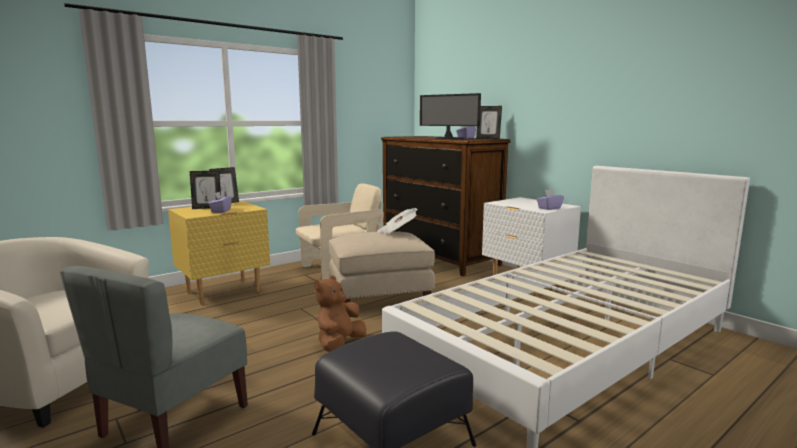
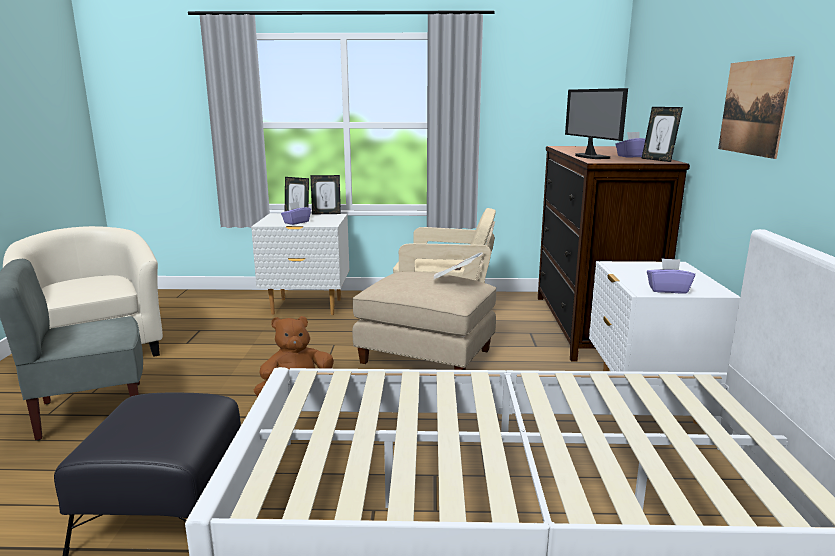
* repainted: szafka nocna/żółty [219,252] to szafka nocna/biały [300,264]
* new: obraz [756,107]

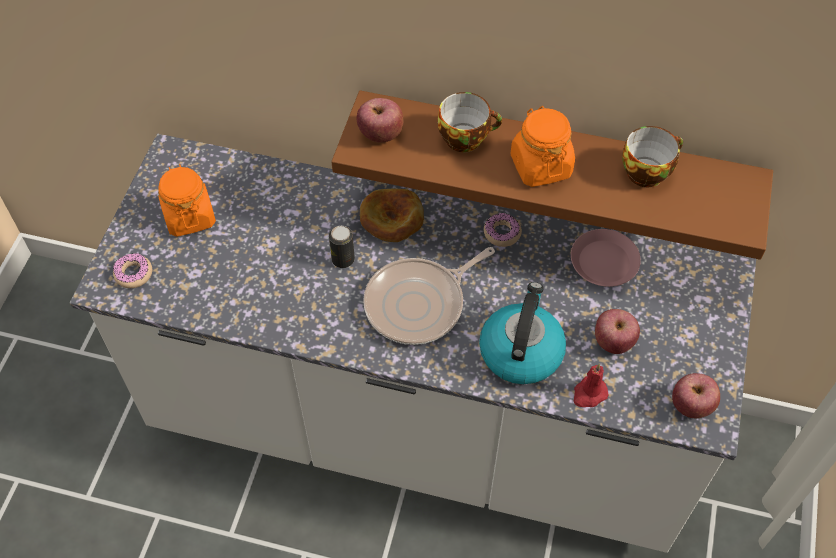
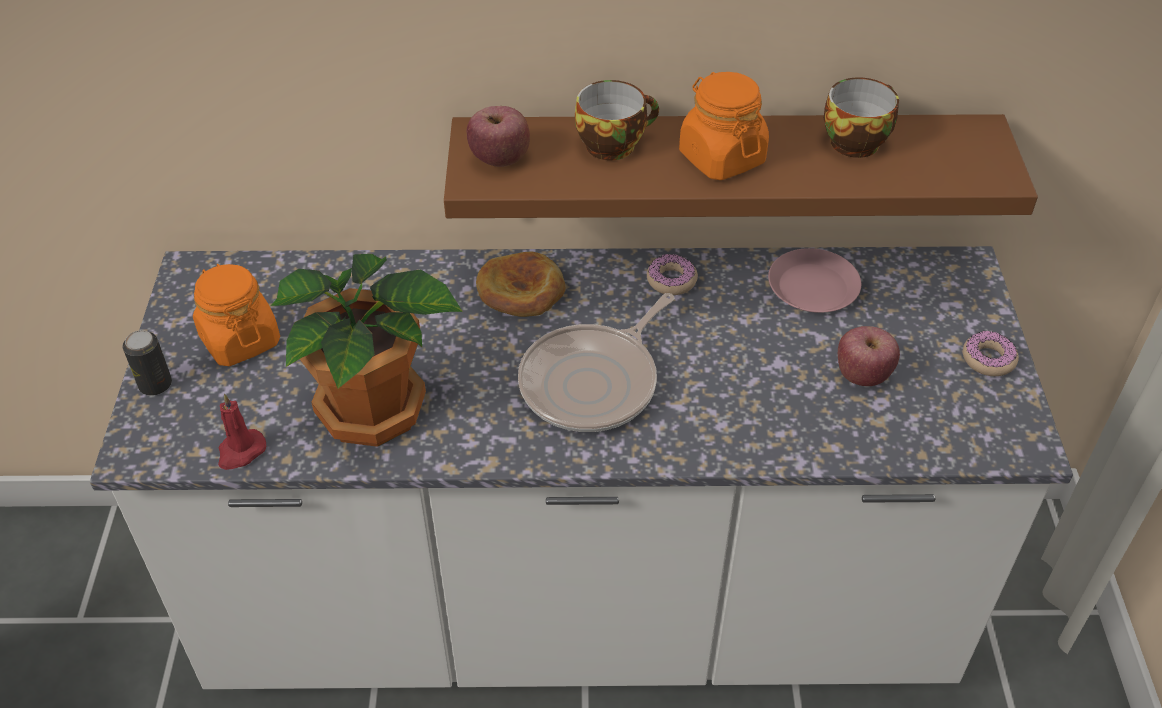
* shifted: puszka [342,247] to [147,362]
* shifted: świeca/czerwony [591,385] to [242,432]
* new: roślina doniczkowa [367,350]
* shifted: donut [132,270] to [991,353]
* gone: czajnik [522,333]
* gone: jabłko [696,395]

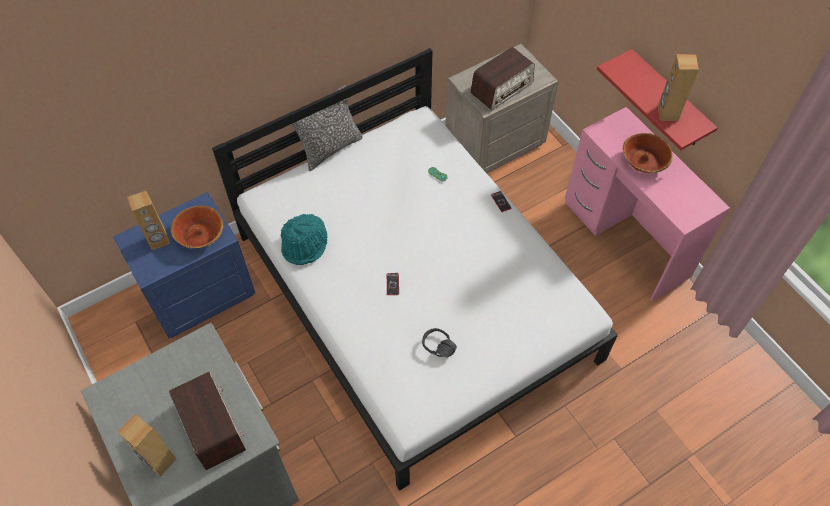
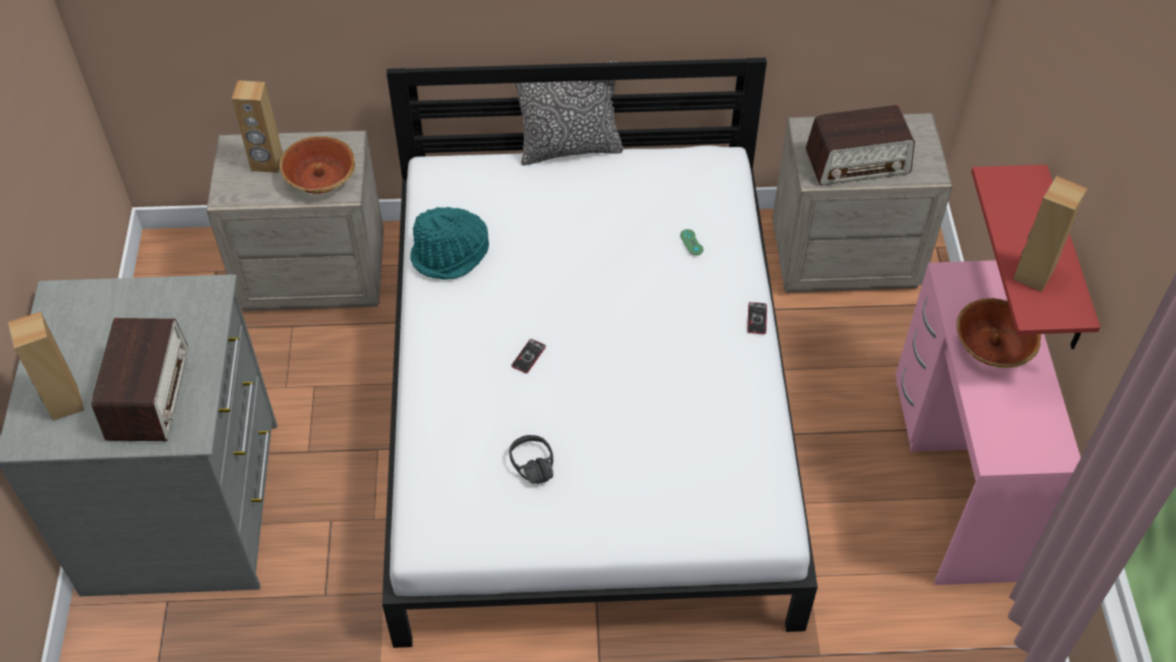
* repainted: szafka nocna/niebieski [184,265] to szafka nocna/beżowy [295,221]

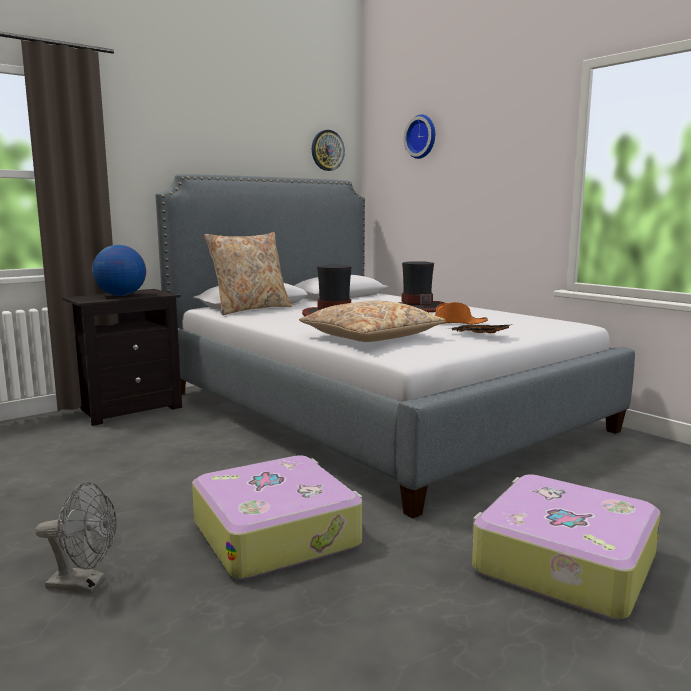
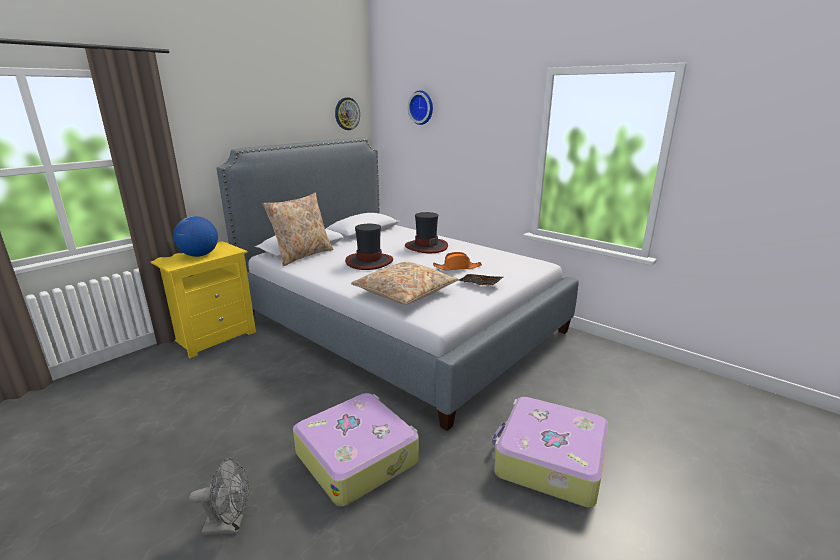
* repainted: szafka nocna/czarny [122,357] to szafka nocna/żółty [203,299]

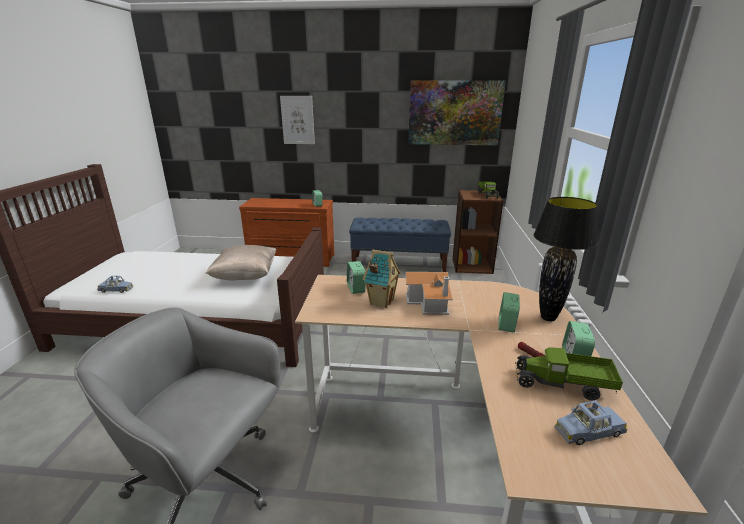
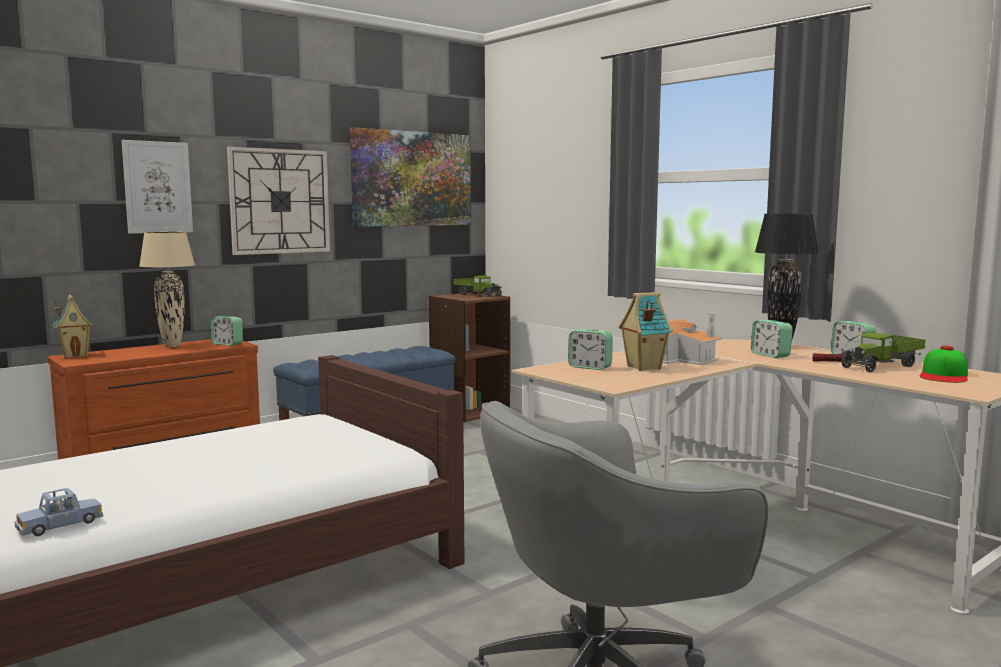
* new: domek [73,326]
* new: lampa stołowa/beżowy [167,290]
* new: zegar ścienny [278,201]
* swapped: samochodzik/niebieski [591,422] to czapka z daszkiem [944,364]
* gone: poduszka/beżowy [241,263]

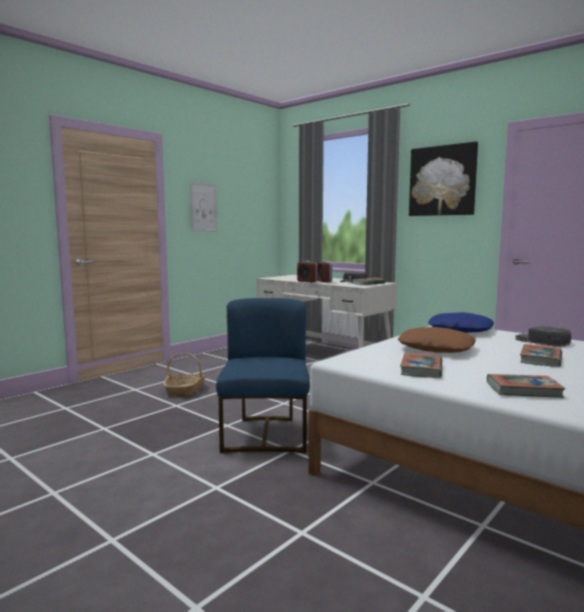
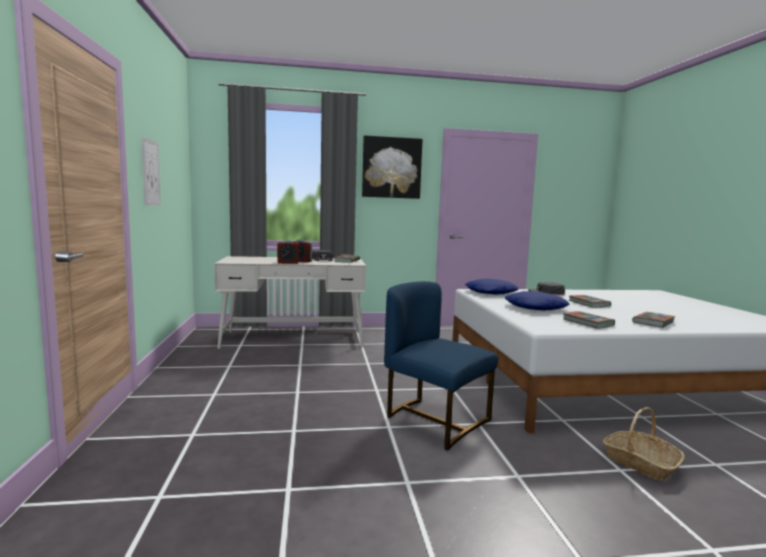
* repainted: poduszka/brązowy [437,340] to poduszka/niebieski [537,300]
* shifted: koszyk [185,375] to [644,444]

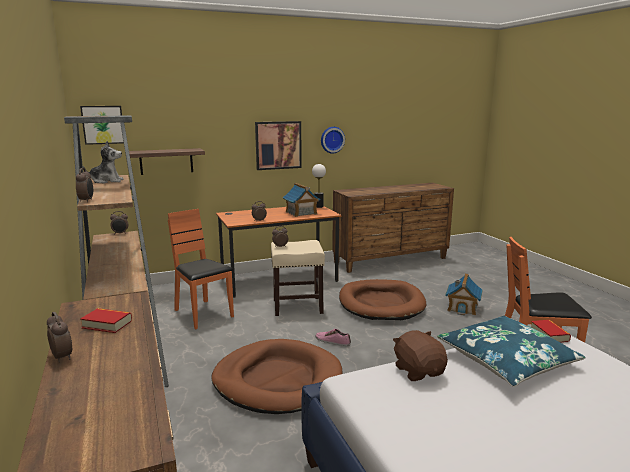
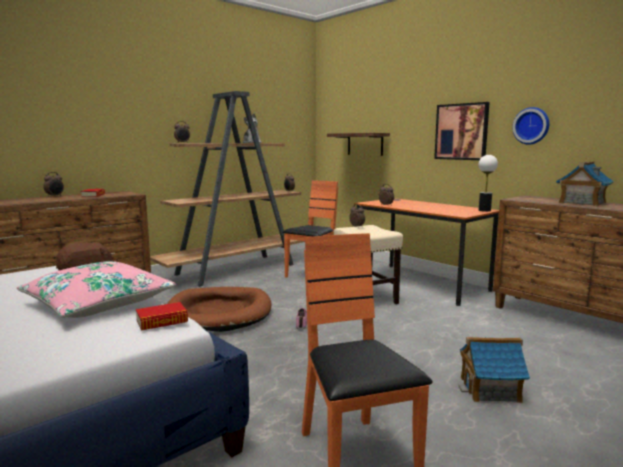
* repainted: poduszka/niebieski [511,351] to poduszka/różowy [96,289]
* shifted: domek [301,200] to [585,183]
* gone: obraz [102,125]
* gone: legowisko/brązowy [382,299]

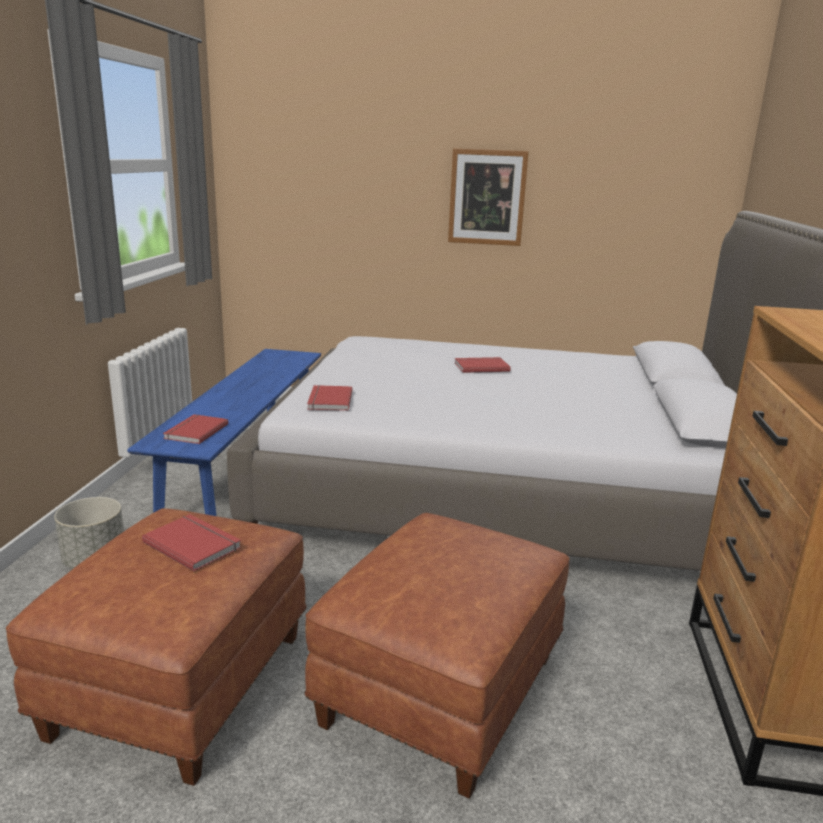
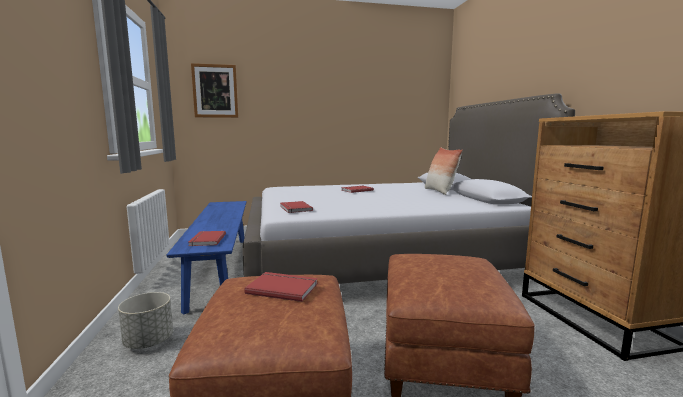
* shifted: obraz [488,197] to [214,90]
* new: poduszka [444,171]

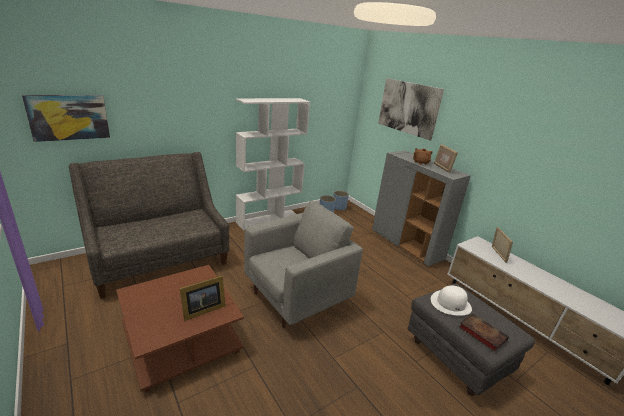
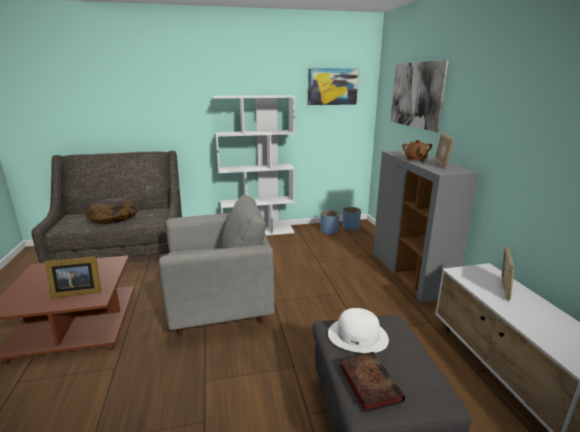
* new: poduszka [111,211]
* shifted: obraz [66,118] to [333,86]

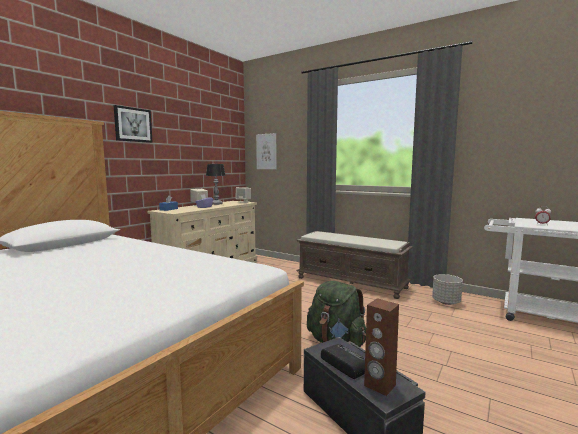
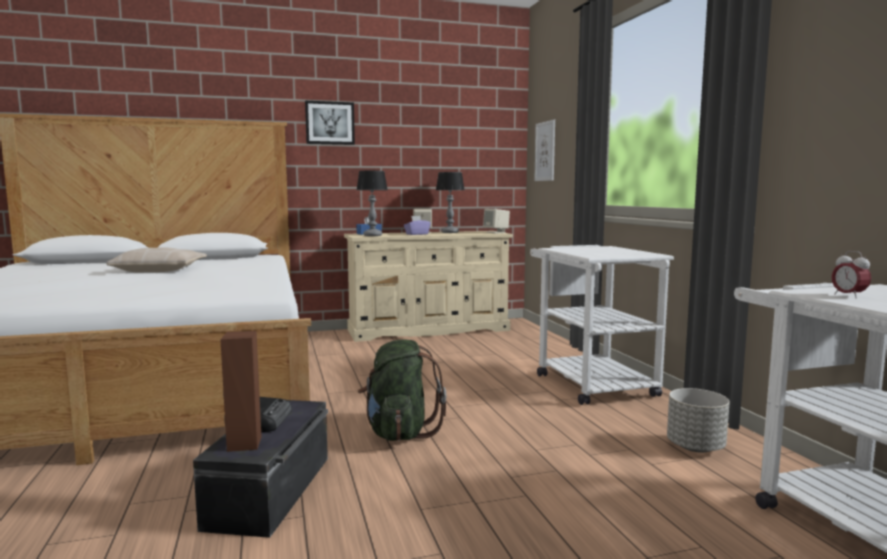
* new: poduszka/beżowy [156,260]
* new: lampa stołowa [372,203]
* swapped: ławka/brązowy [355,265] to wózek/biały [602,325]

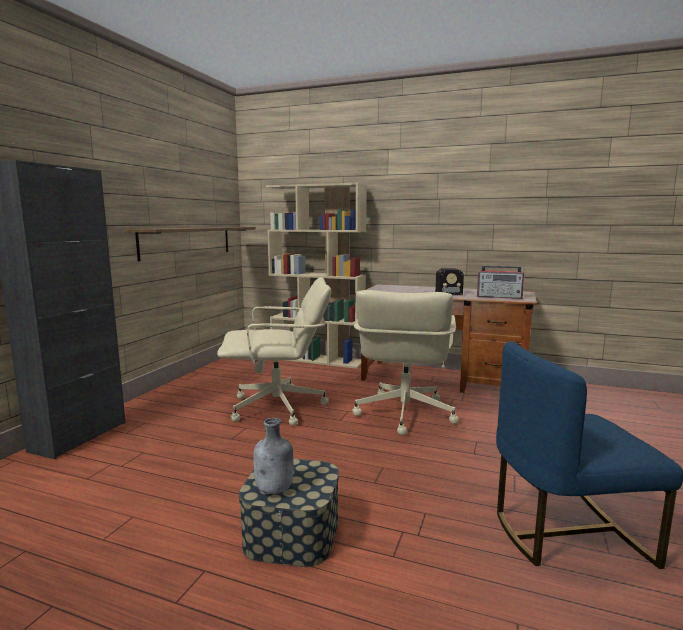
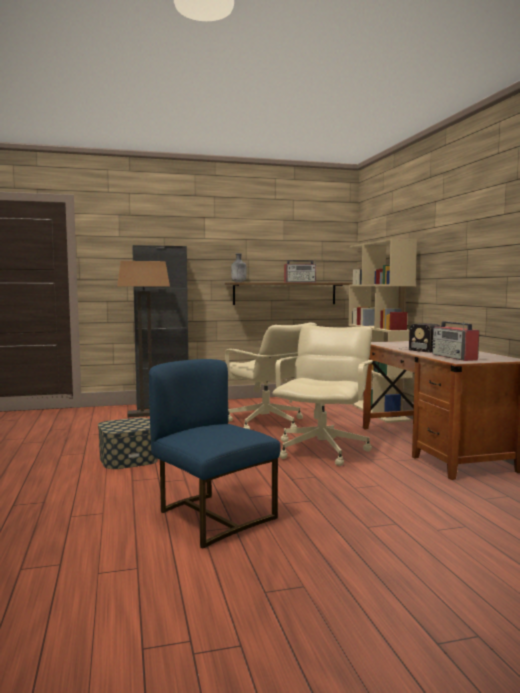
* new: lampa stojąca [143,339]
* shifted: butelka/szary [273,456] to [239,267]
* rotated: krzesło biurowe/beżowy [406,362] = [322,395] 135 degrees clockwise
* new: radio [300,271]

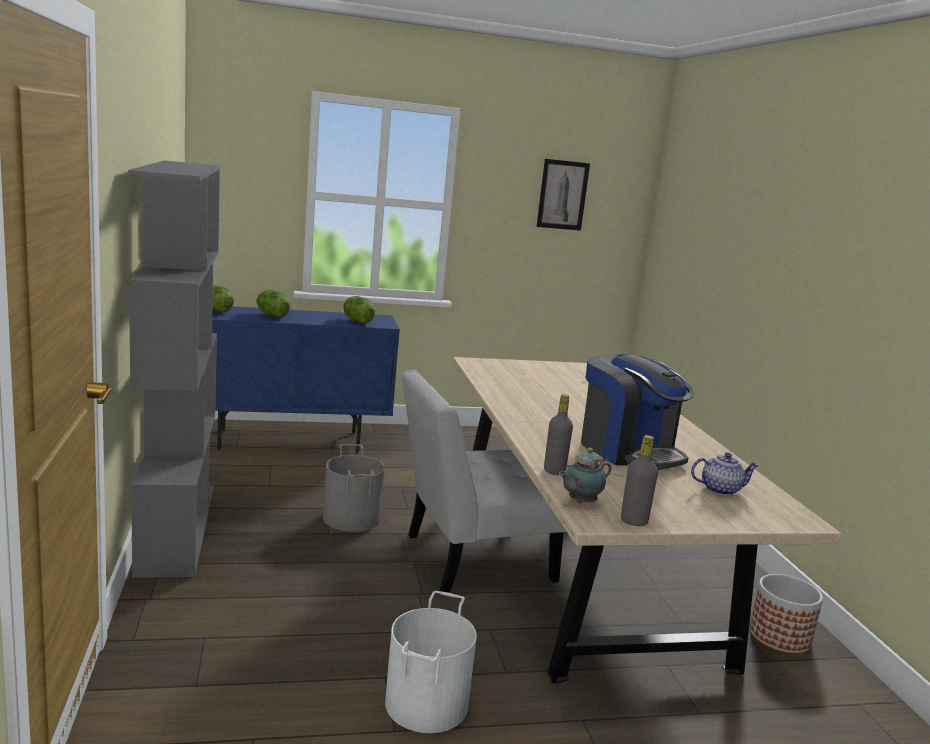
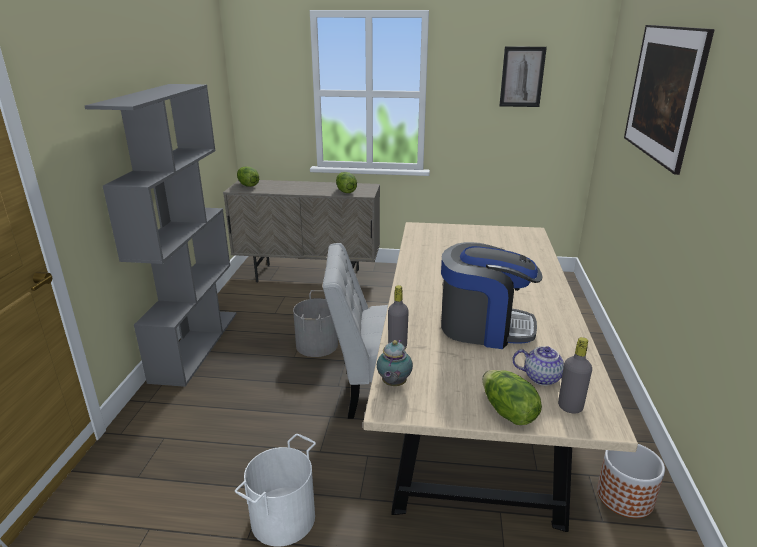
* repainted: szafka/niebieski [306,379] to szafka/beżowy [301,231]
* rotated: imbryk [585,475] = [395,363] 60 degrees counterclockwise
* rotated: ekspres do kawy [637,412] = [492,295] 60 degrees counterclockwise
* shifted: sałata [273,303] to [512,397]
* shifted: butelka/szary [639,480] to [575,375]
* new: obraz [669,100]

